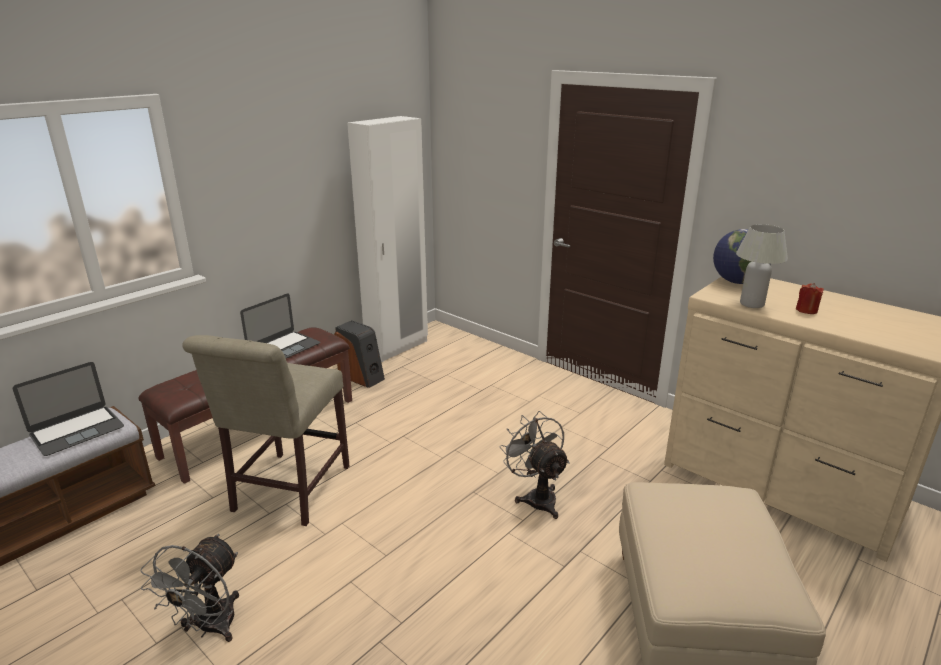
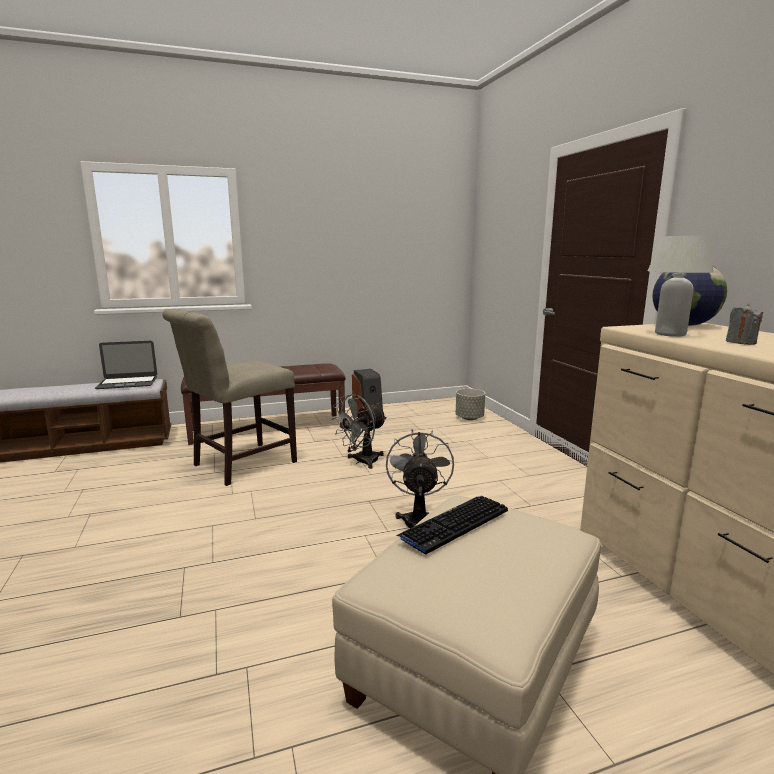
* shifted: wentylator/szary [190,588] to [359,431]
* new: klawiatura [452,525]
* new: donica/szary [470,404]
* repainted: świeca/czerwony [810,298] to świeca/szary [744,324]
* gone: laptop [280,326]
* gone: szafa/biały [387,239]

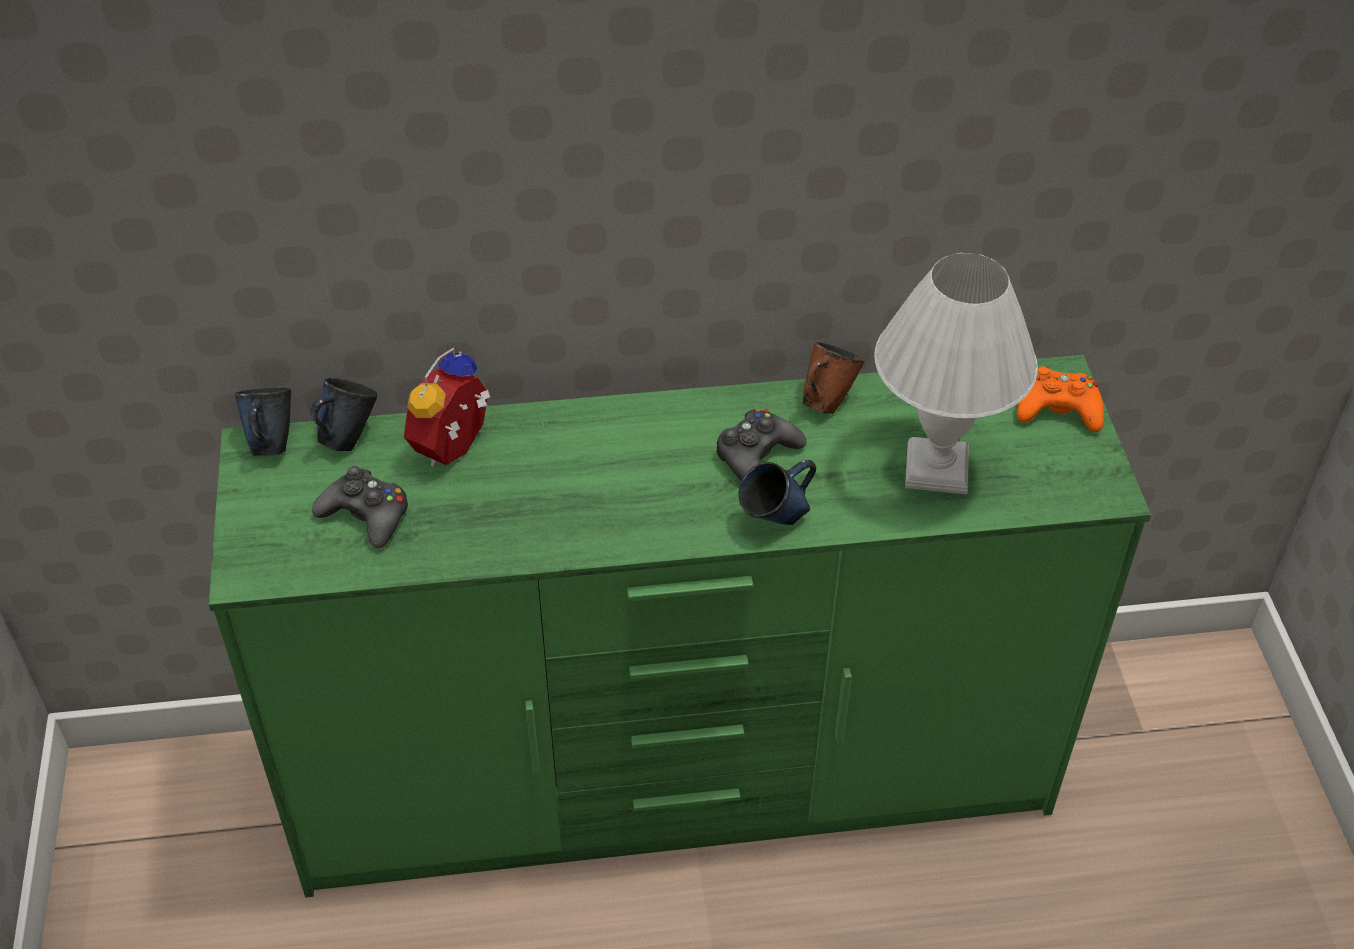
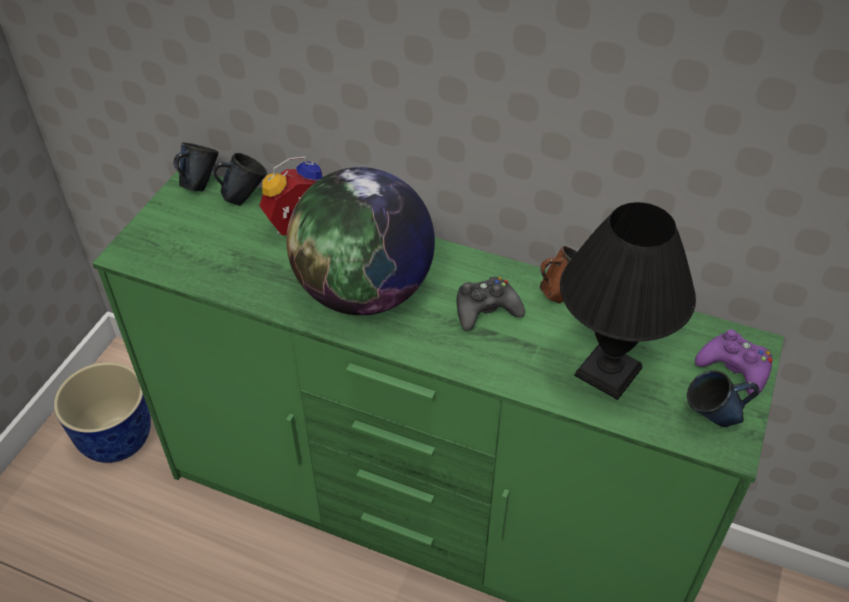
* new: donica [102,412]
* new: globus [361,241]
* repainted: lampa stołowa/biały [956,373] to lampa stołowa/czarny [628,301]
* shifted: kubek/niebieski [777,492] to [723,398]
* repainted: pad do gier/pomarańczowy [1060,399] to pad do gier/fioletowy [733,362]
* gone: pad do gier/czarny [360,507]

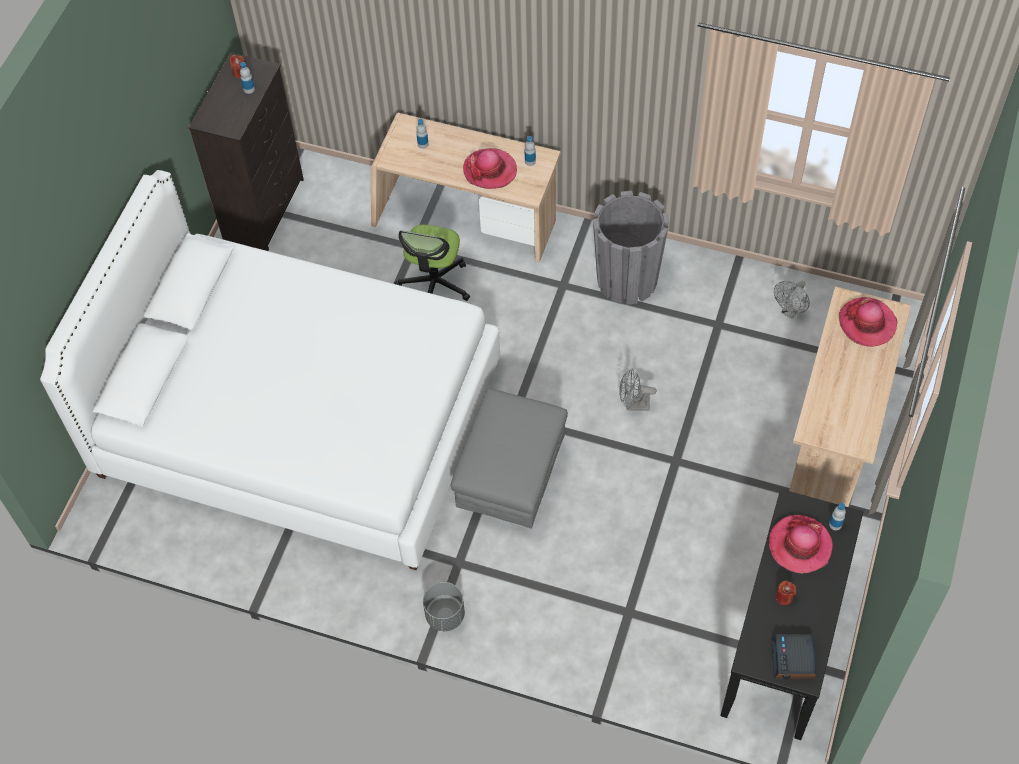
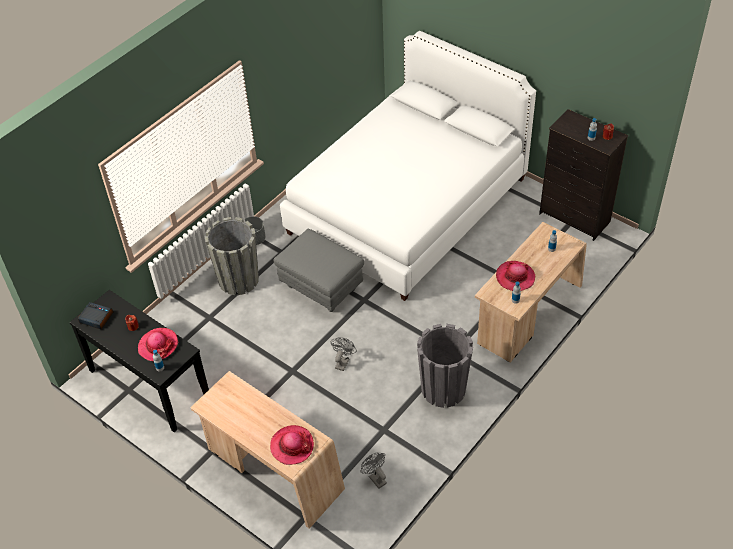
* new: donica/szary [232,256]
* gone: krzesło biurowe [432,262]

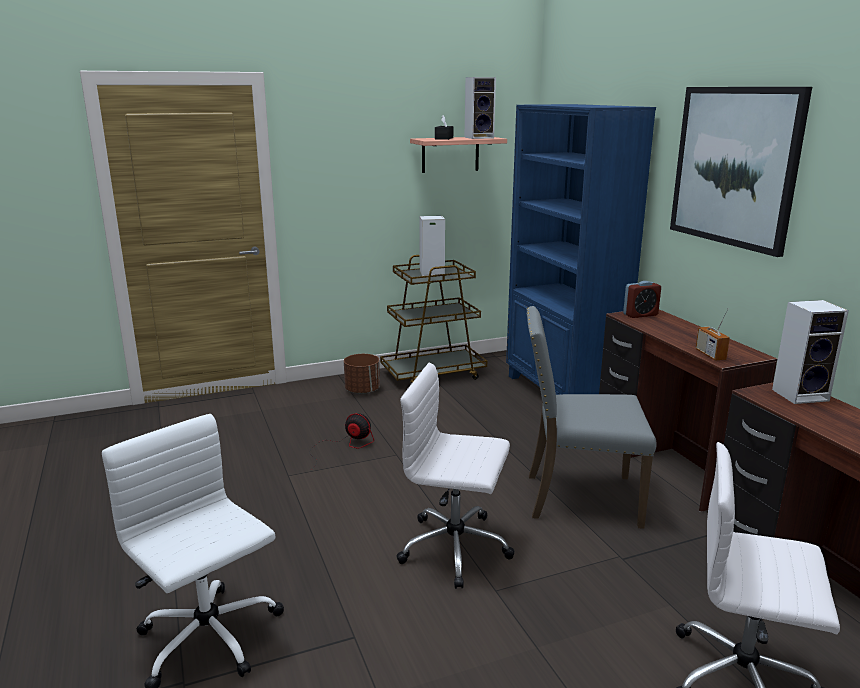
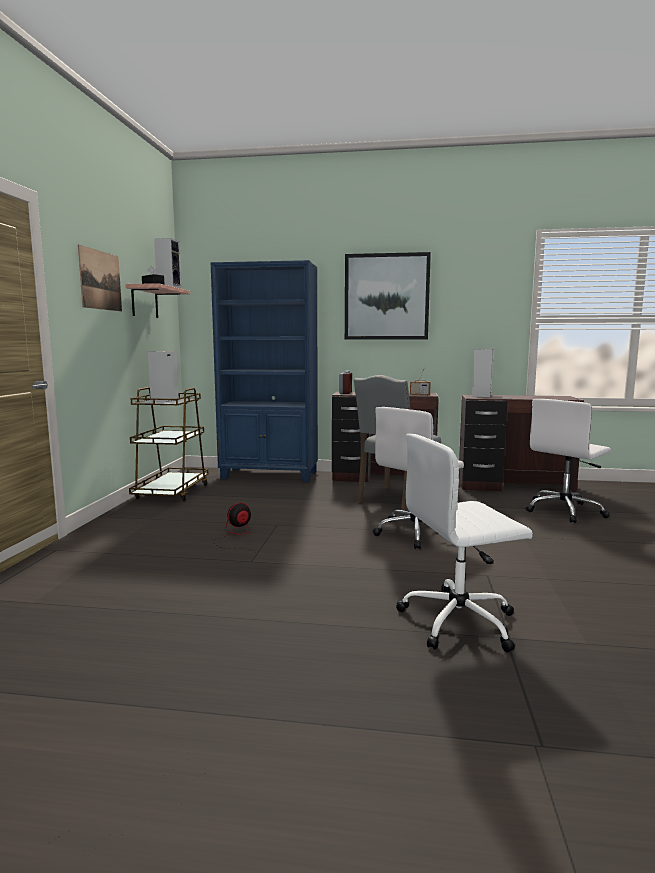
* new: obraz [100,278]
* gone: donica/brązowy [362,374]

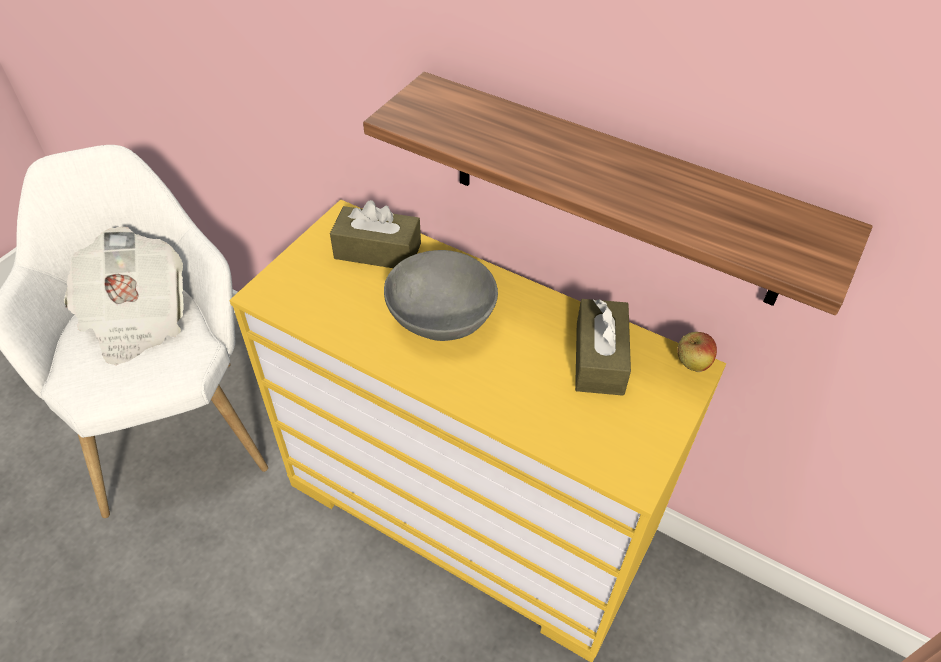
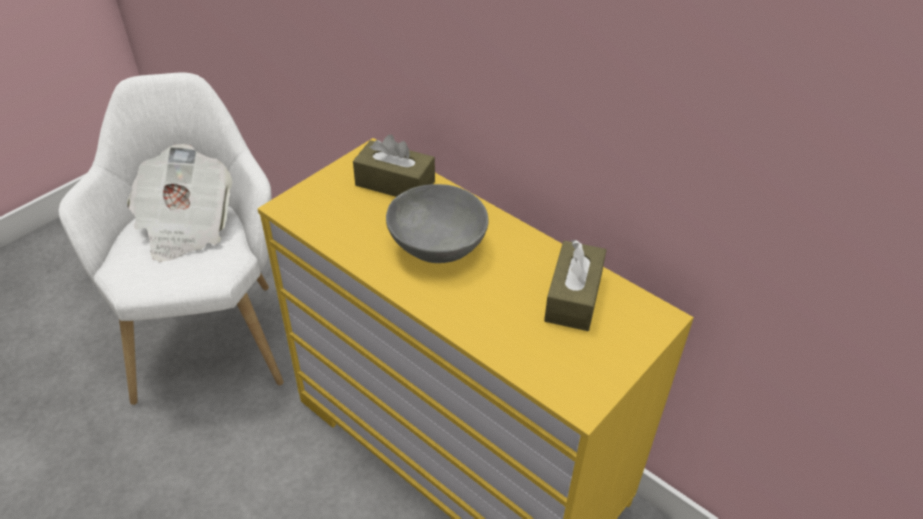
* gone: półka [618,193]
* gone: jabłko [697,352]

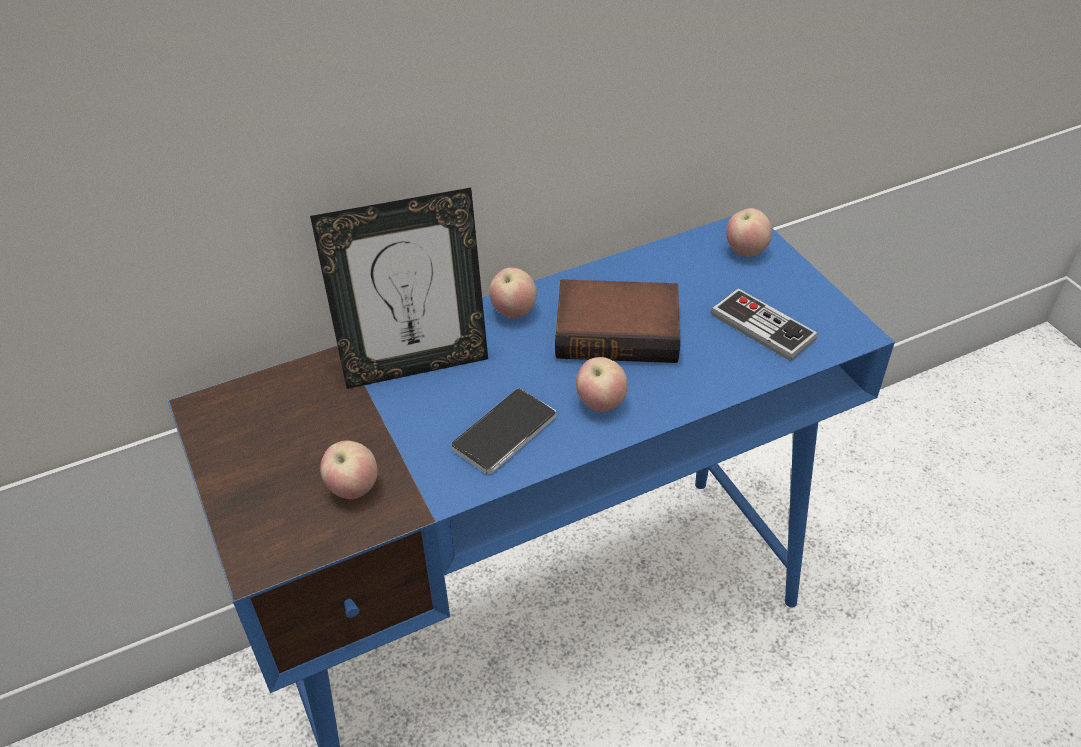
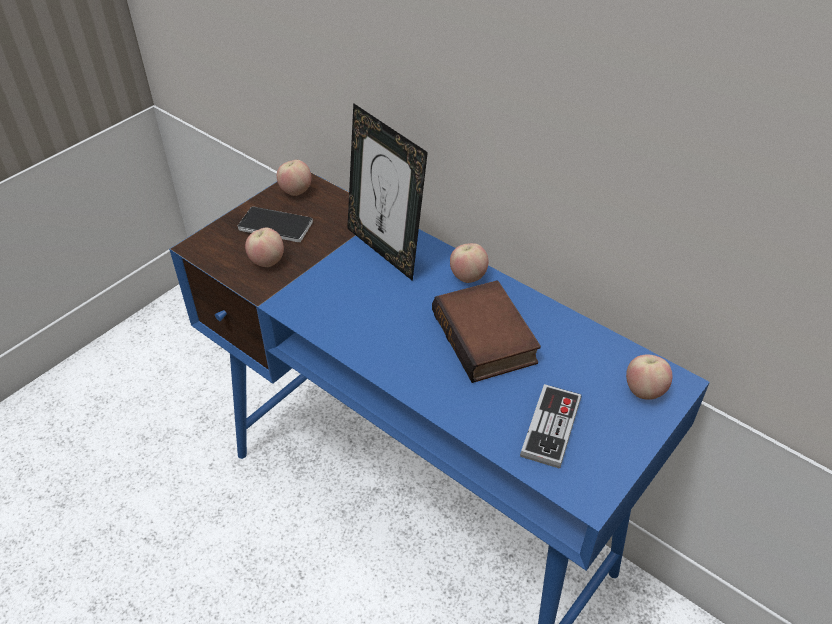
* shifted: telefon [504,431] to [275,224]
* shifted: jabłko [602,384] to [294,178]

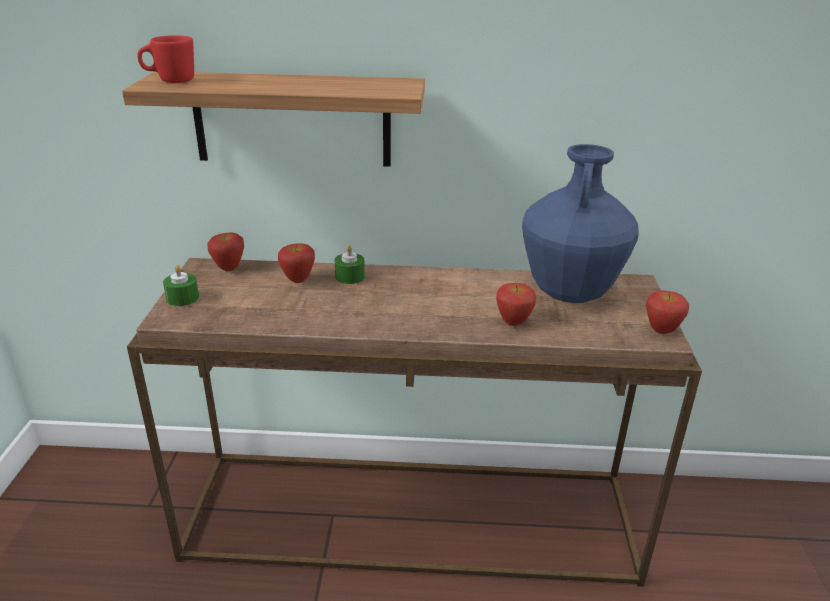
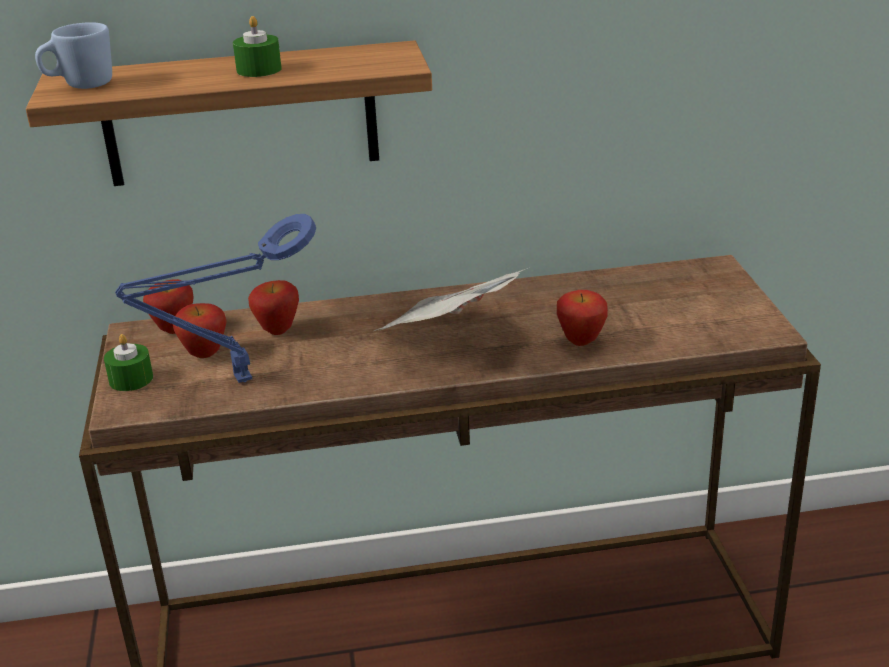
* repainted: kubek/czerwony [165,59] to kubek/niebieski [73,55]
* new: lampa stołowa/niebieski [215,298]
* shifted: jabłko [668,312] to [200,330]
* shifted: świeca/zielony [350,264] to [257,46]
* new: gazeta [451,299]
* gone: wazon/niebieski [580,223]

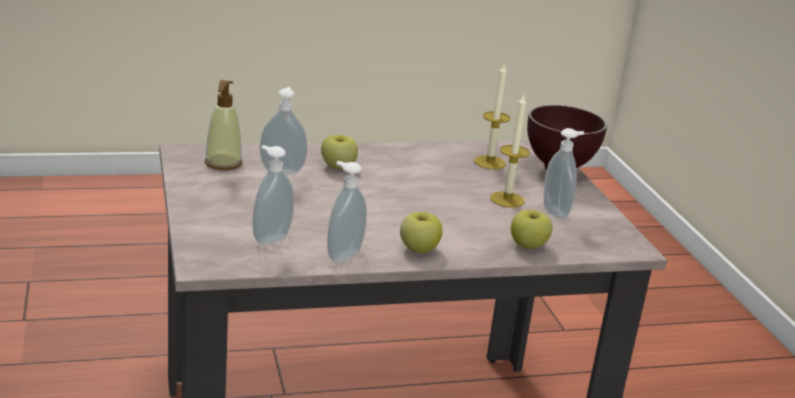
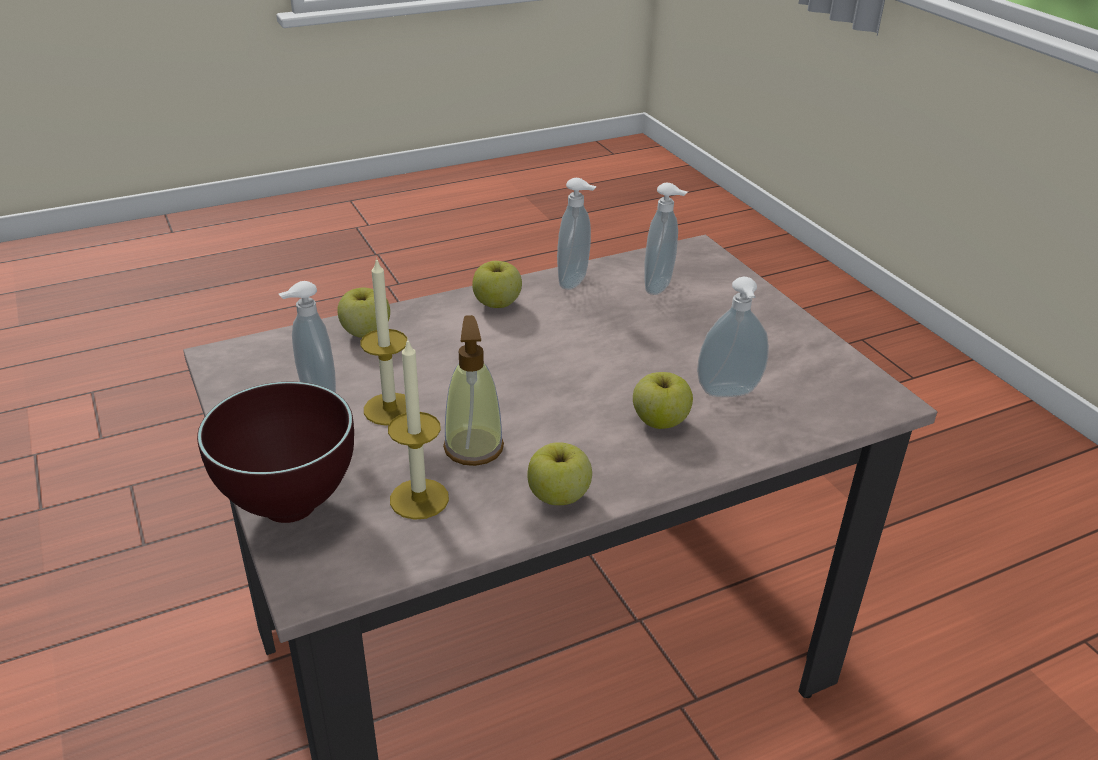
* shifted: dozownik mydła [223,125] to [473,390]
* new: jabłko [559,473]

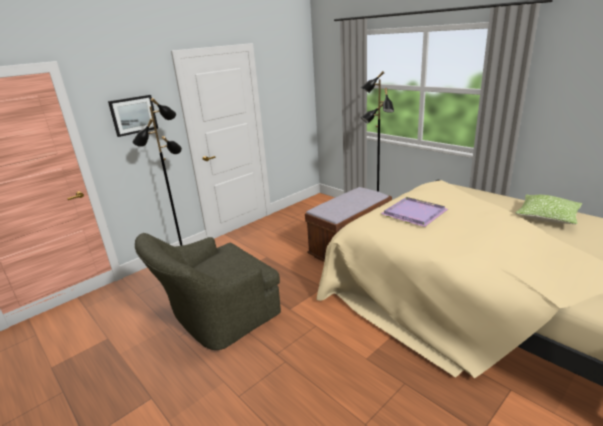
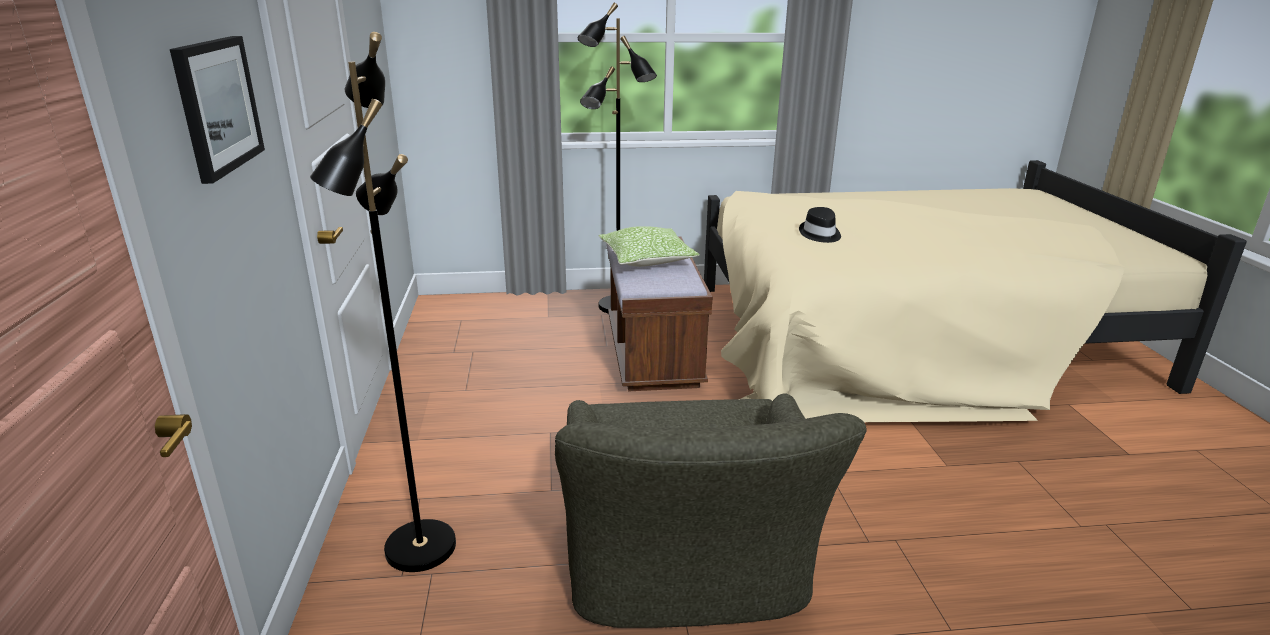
* shifted: poduszka [548,209] to [649,246]
* swapped: taca/fioletowy [414,212] to kapelusz/czarny [820,225]

